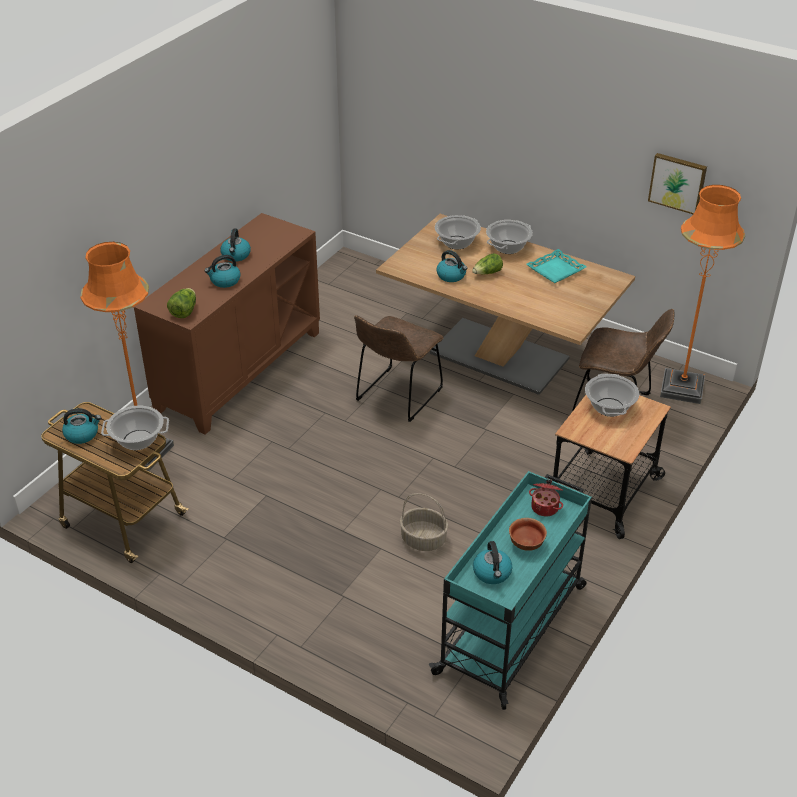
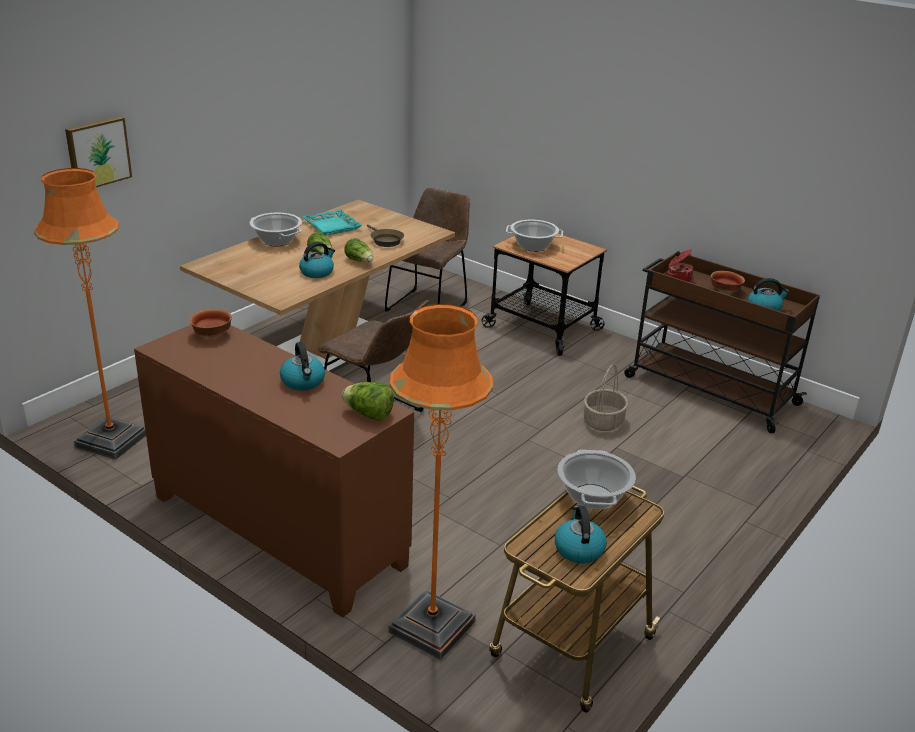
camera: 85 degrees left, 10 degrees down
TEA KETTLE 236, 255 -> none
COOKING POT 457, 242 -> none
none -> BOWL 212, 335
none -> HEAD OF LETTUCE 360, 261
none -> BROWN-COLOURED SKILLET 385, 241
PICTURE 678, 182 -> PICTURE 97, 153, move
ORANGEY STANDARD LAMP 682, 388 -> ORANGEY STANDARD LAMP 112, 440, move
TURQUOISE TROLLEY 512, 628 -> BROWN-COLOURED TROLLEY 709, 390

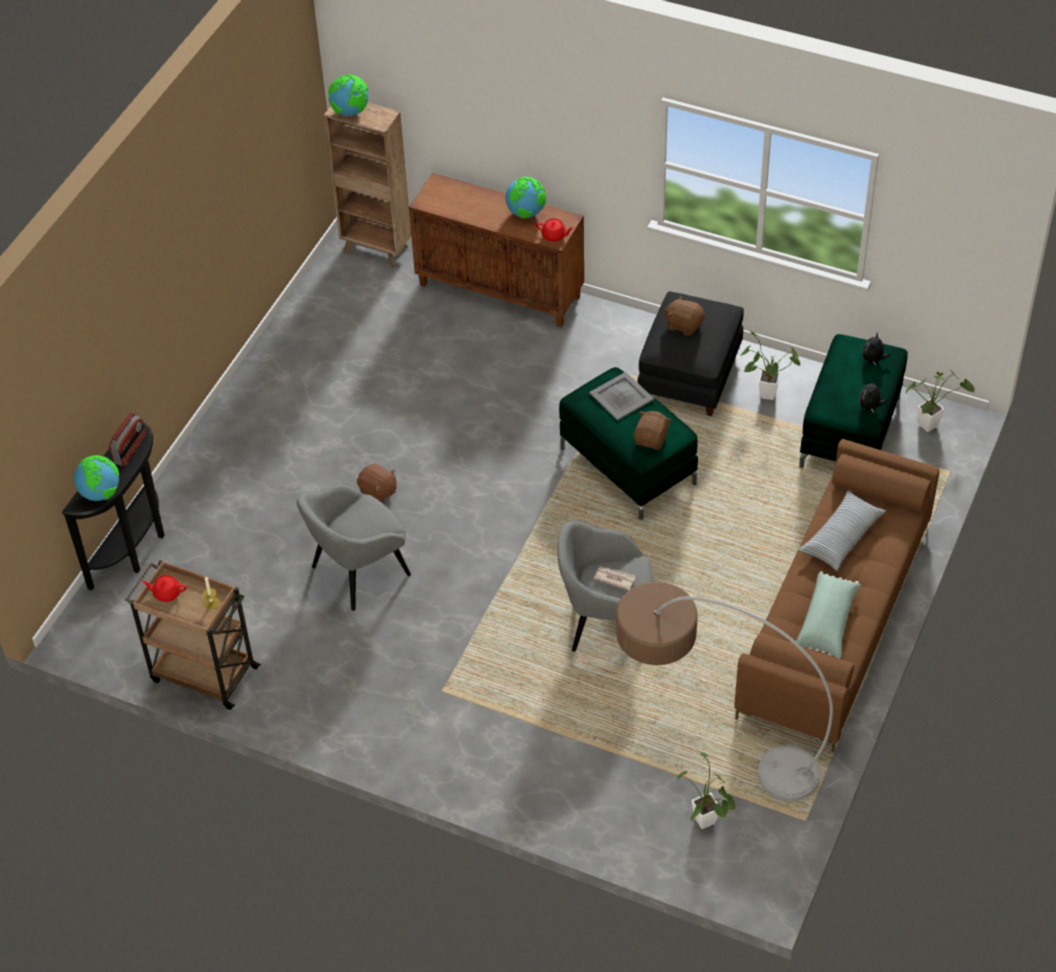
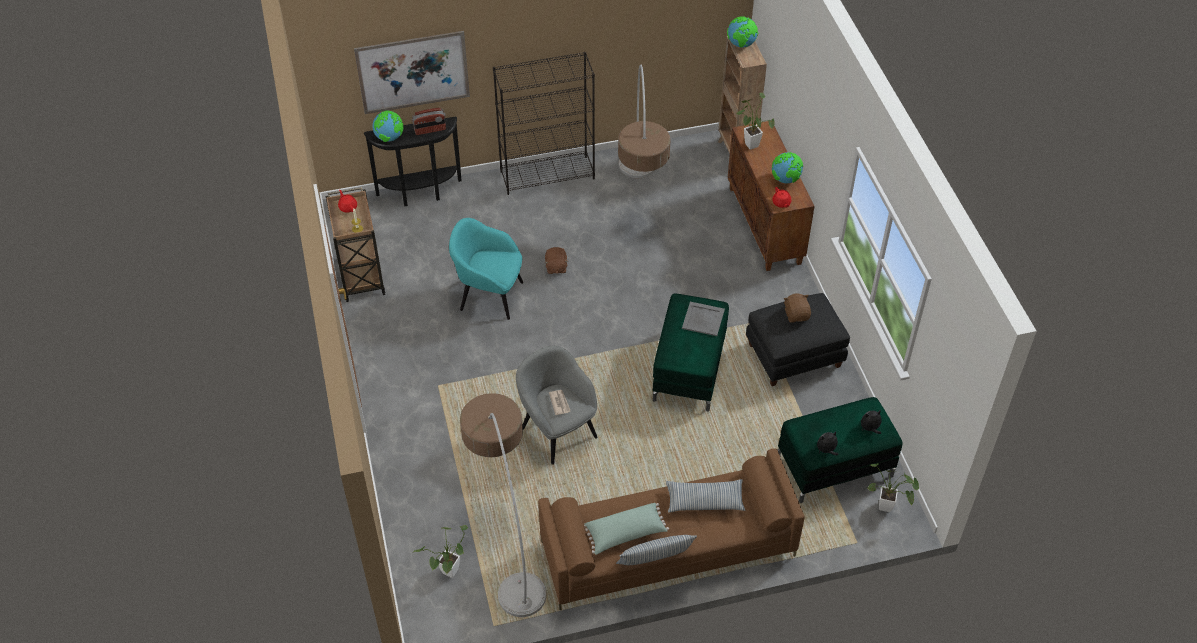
camera: 50 degrees right, 0 degrees up
BROWN-COLOURED SOFT TOY 651, 439 -> none
none -> PICTURE 413, 72
none -> BLACK-COLOURED BOOKCASE 548, 175
none -> PILLOW 655, 559
none -> STANDARD LAMP 639, 202
HOUSEPLANT 763, 394 -> HOUSEPLANT 750, 143, move
GREYISH LOUNGE CHAIR 358, 572 -> TURQUOISE LOUNGE CHAIR 489, 295

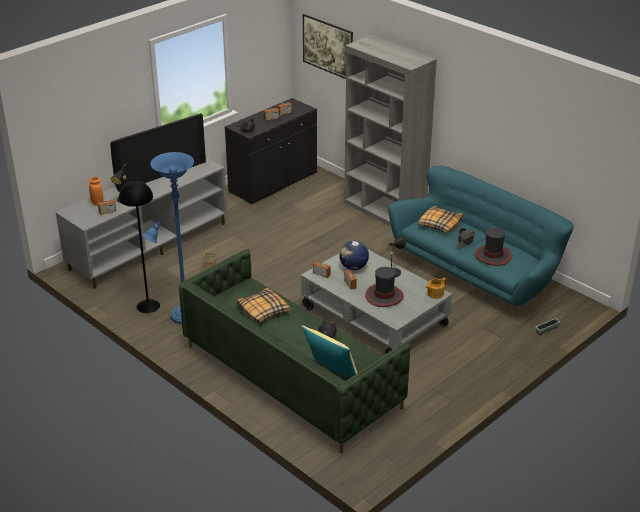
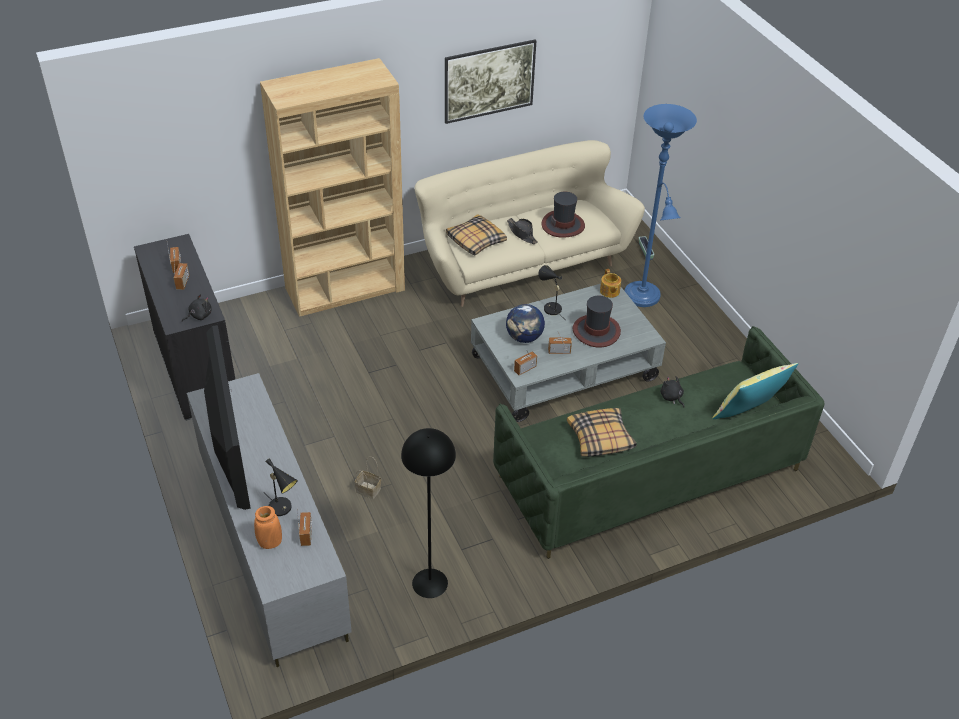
camera: 70 degrees left, 10 degrees up
BLUE STANDARD LAMP 181, 317 -> BLUE STANDARD LAMP 643, 298, move
PICTURE 327, 58 -> PICTURE 489, 97, move
GREYISH BOOKCASE 384, 211 -> BROWN-COLOURED BOOKCASE 345, 289
TURQUOISE SOFA 476, 273 -> BEIGE SOFA 521, 262

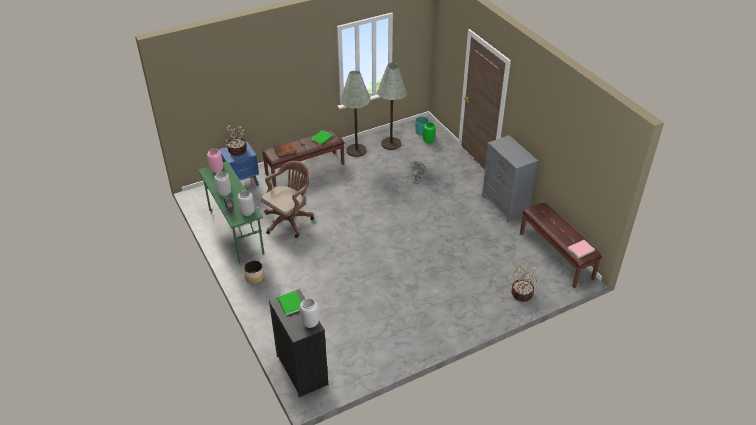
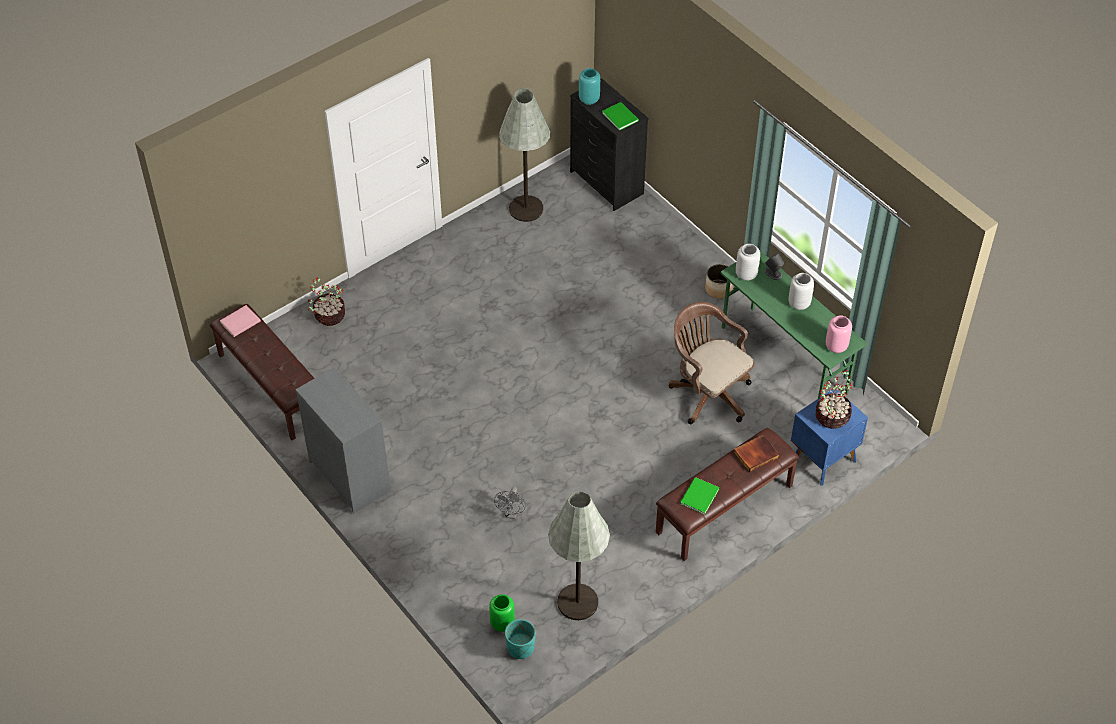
camera: 170 degrees right, 10 degrees up
GREYISH STANDARD LAMP 356, 150 -> GREYISH STANDARD LAMP 526, 209, move
GREYISH DECORATIVE VASE 310, 323 -> TURQUOISE DECORATIVE VASE 588, 99
BROWN-COLOURED DESK CHAIR 289, 220 -> BROWN-COLOURED DESK CHAIR 707, 393, 105 degrees clockwise

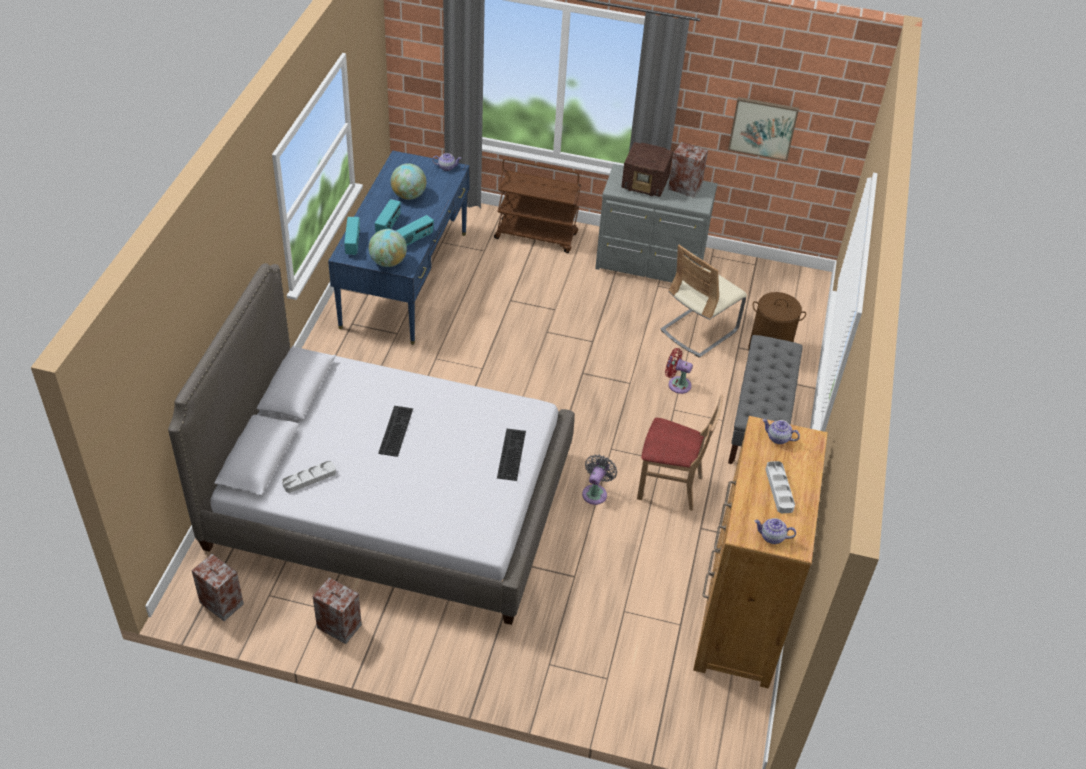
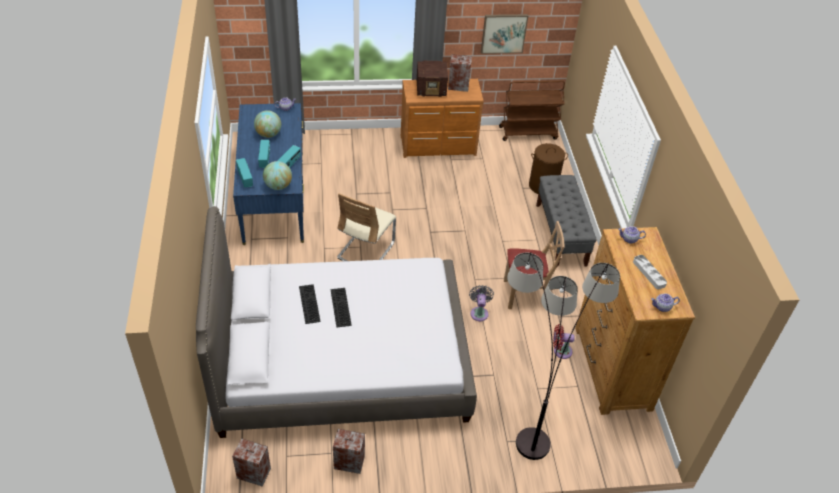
camera: 20 degrees left, 0 degrees up
GREYISH CARRYING TRAY 309, 478 -> none
none -> STANDARD LAMP 534, 409
BROWN-COLOURED TROLLEY 537, 236 -> BROWN-COLOURED TROLLEY 528, 133, move
KEYBOARD 510, 453 -> KEYBOARD 308, 303, move
BEIGE PLAIN CHAIR 699, 330 -> BEIGE PLAIN CHAIR 366, 250, move
RED FAN 677, 384 -> RED FAN 560, 351, move
GREYISH DRAWER CHEST 650, 265 -> BROWN-COLOURED DRAWER CHEST 439, 146

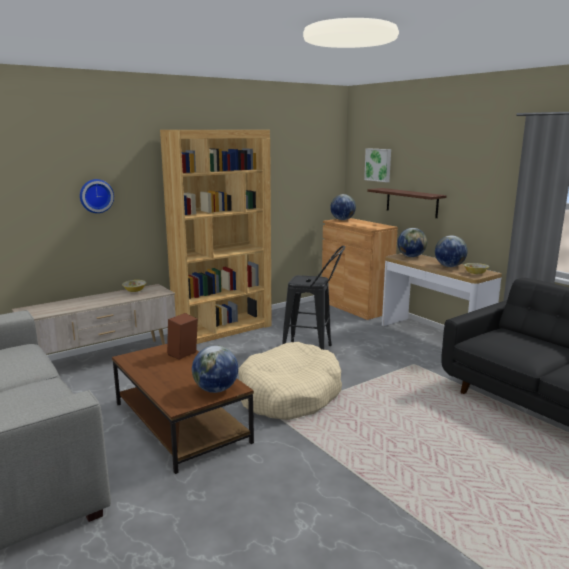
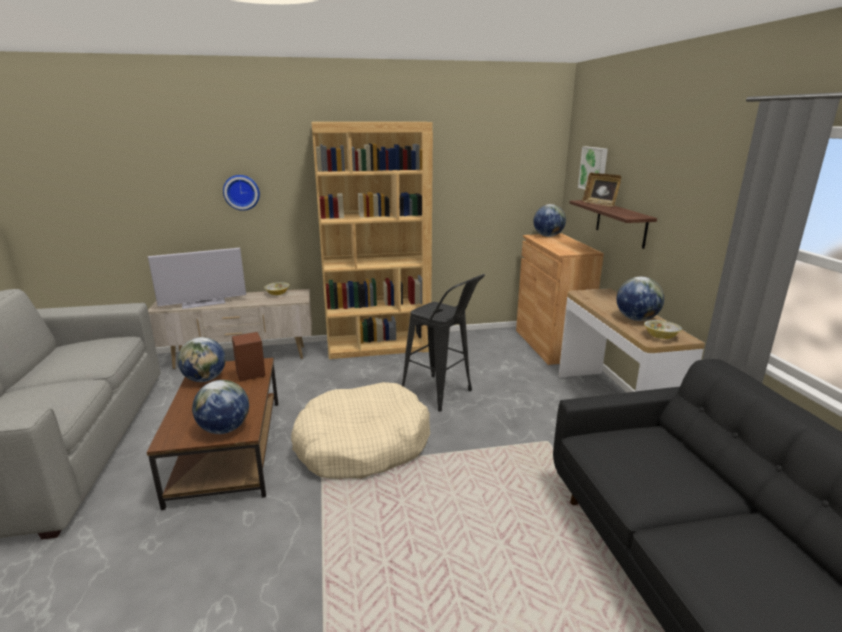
camera: 25 degrees right, 5 degrees up
none -> TELEVISION 203, 303
none -> PICTURE FRAME 600, 204
GLOBE 411, 256 -> GLOBE 205, 379, move

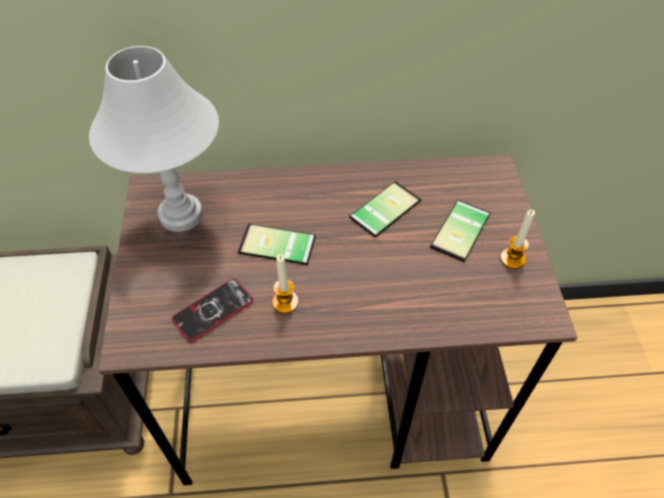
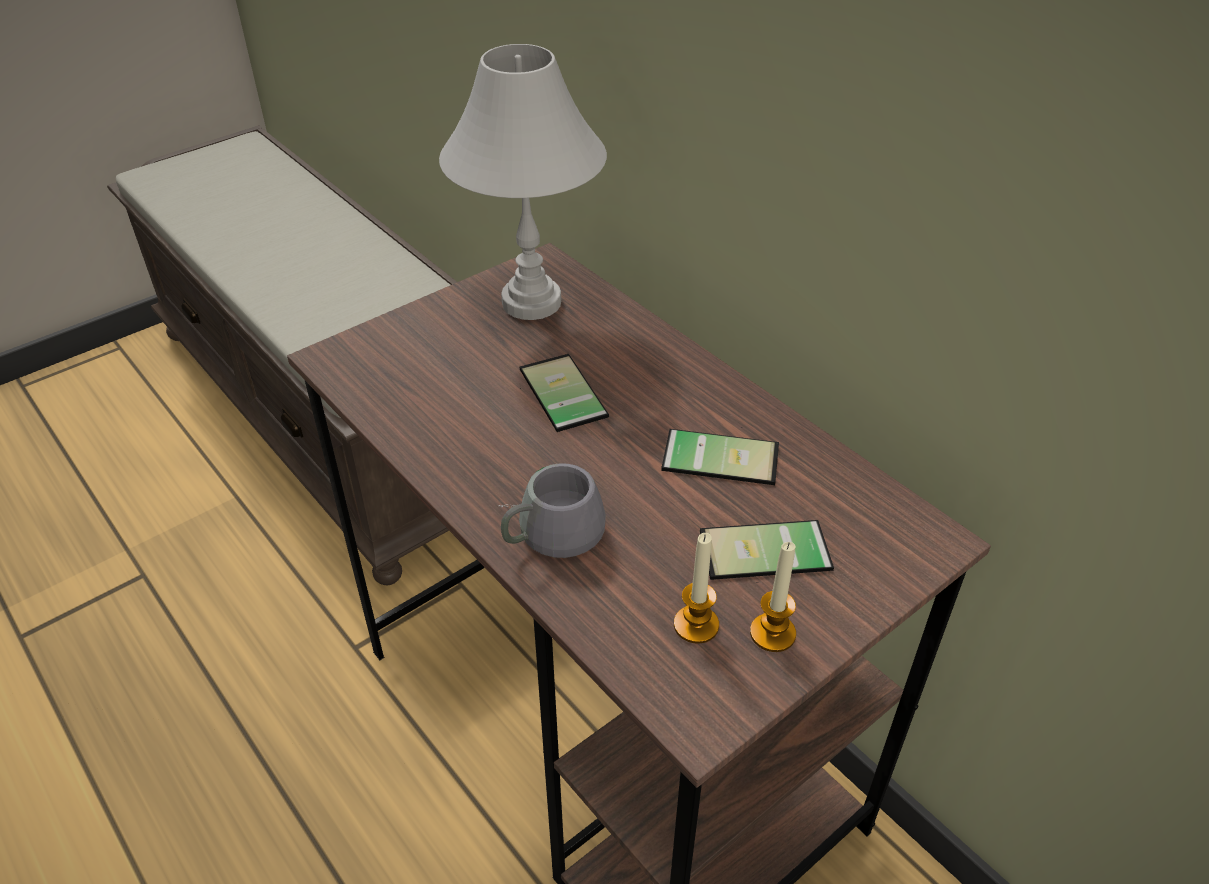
camera: 55 degrees right, 10 degrees down
HANDSET 213, 310 -> none
none -> GREYISH TEA MUG 547, 528
WAX CANDLE 285, 302 -> WAX CANDLE 696, 625, move

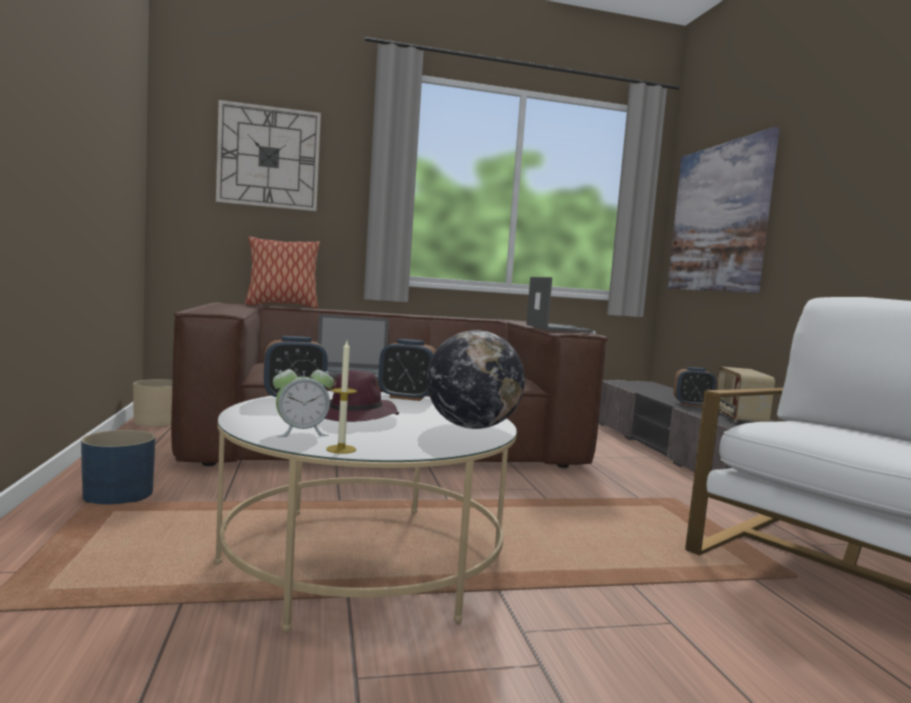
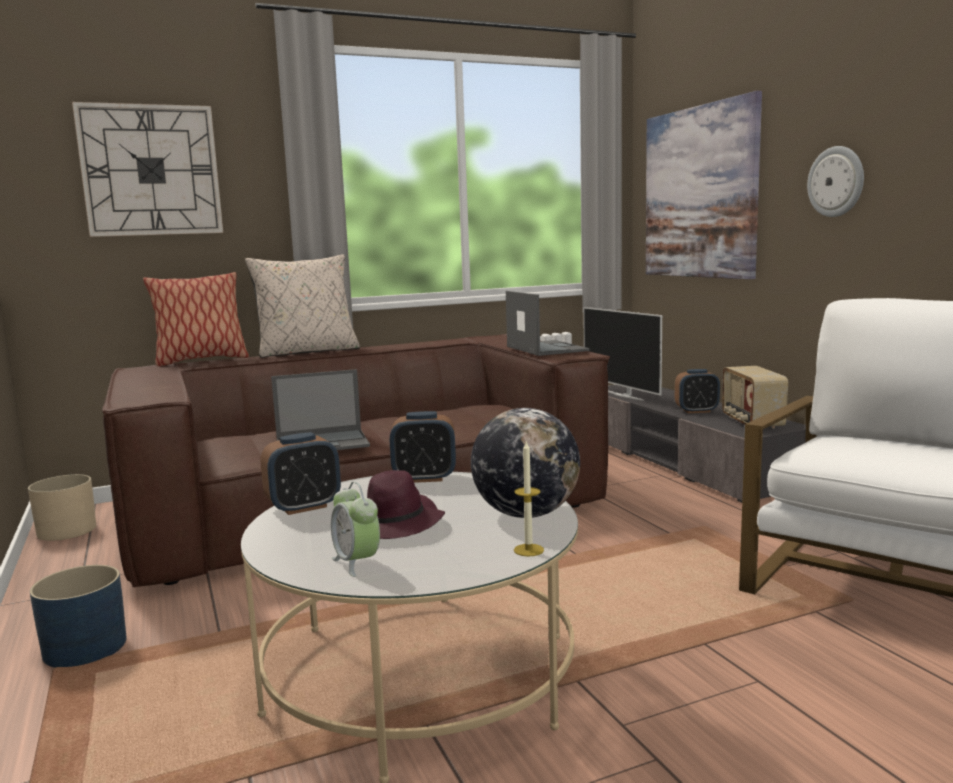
camera: 10 degrees left, 5 degrees up
none -> BEIGE PILLOW 308, 352
none -> TELEVISION 624, 395
none -> HANGING CLOCK 836, 181
WAX CANDLE 341, 449 -> WAX CANDLE 528, 550, move
TABLE CLOCK 301, 433 -> TABLE CLOCK 357, 563, 90 degrees clockwise

